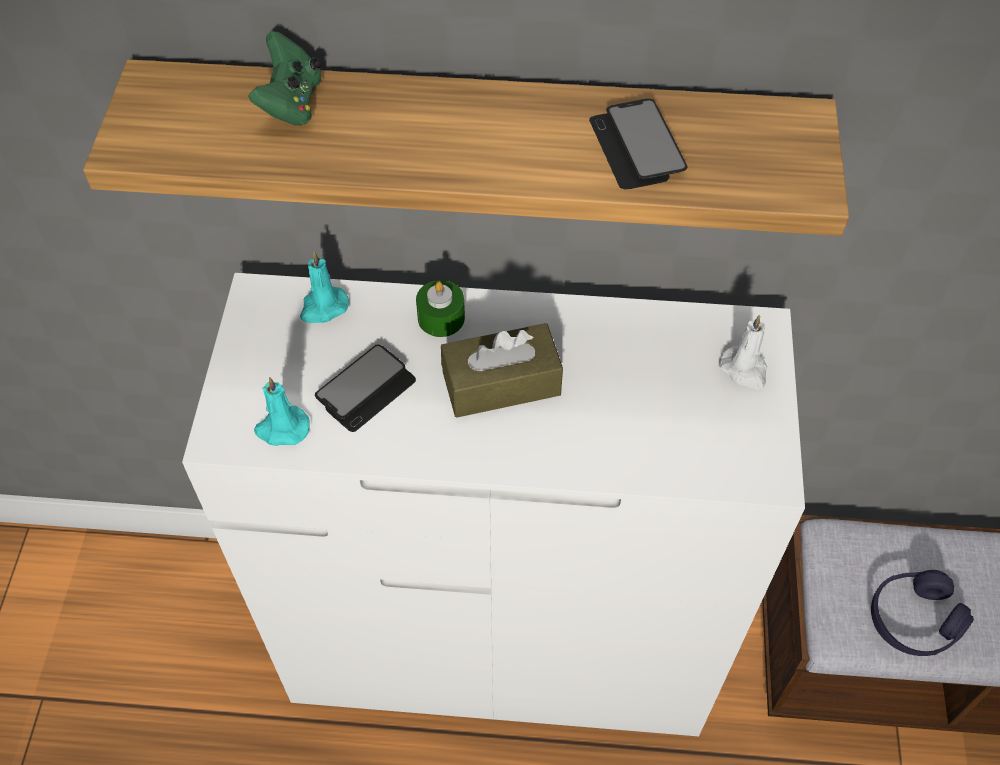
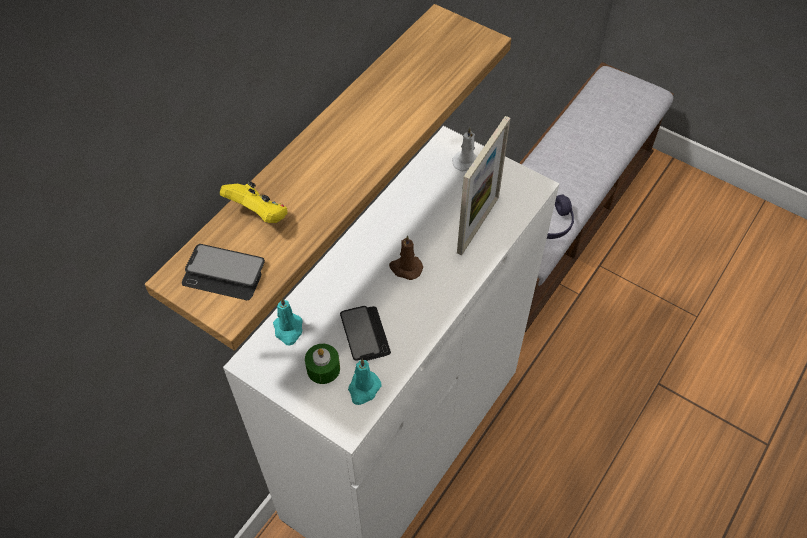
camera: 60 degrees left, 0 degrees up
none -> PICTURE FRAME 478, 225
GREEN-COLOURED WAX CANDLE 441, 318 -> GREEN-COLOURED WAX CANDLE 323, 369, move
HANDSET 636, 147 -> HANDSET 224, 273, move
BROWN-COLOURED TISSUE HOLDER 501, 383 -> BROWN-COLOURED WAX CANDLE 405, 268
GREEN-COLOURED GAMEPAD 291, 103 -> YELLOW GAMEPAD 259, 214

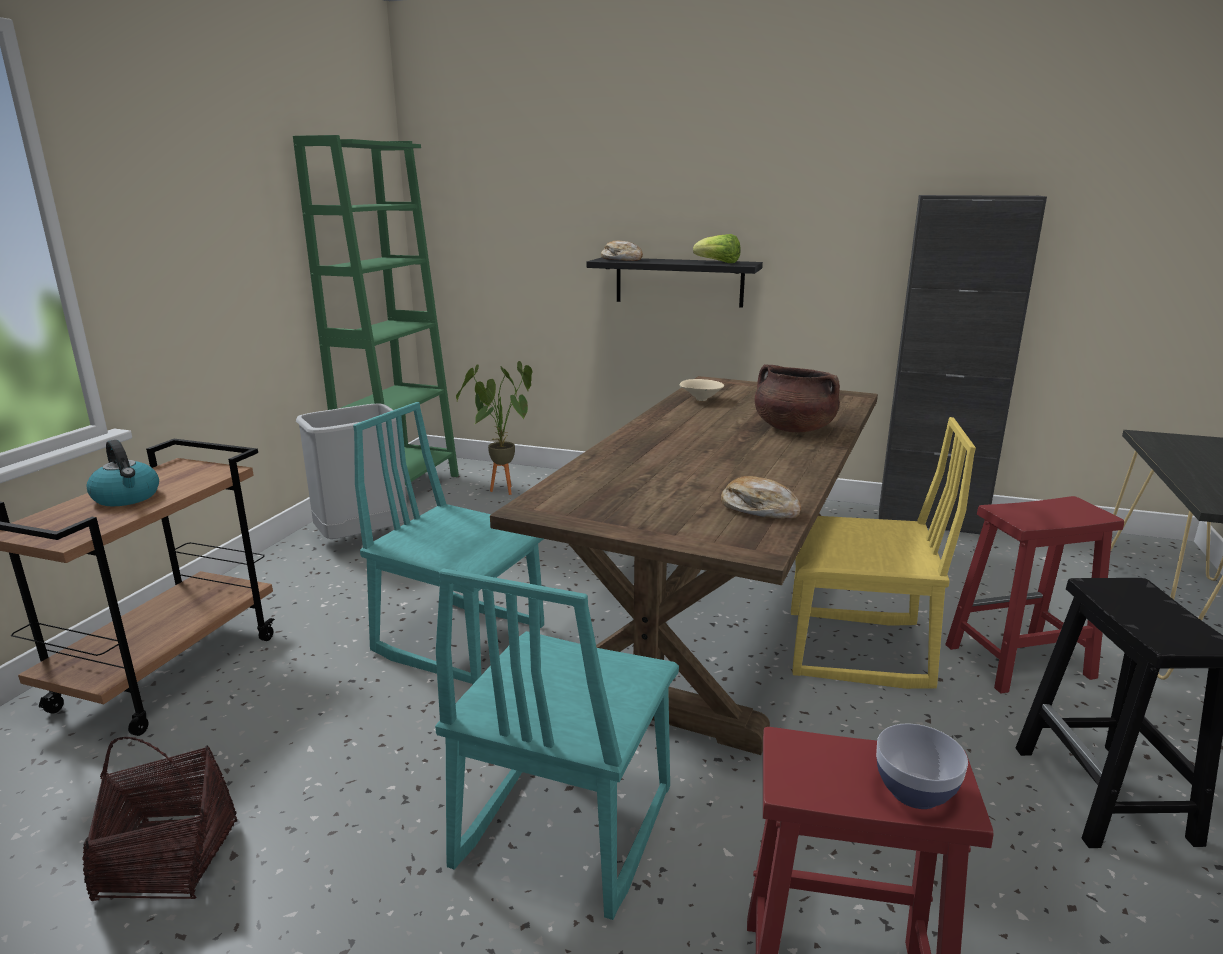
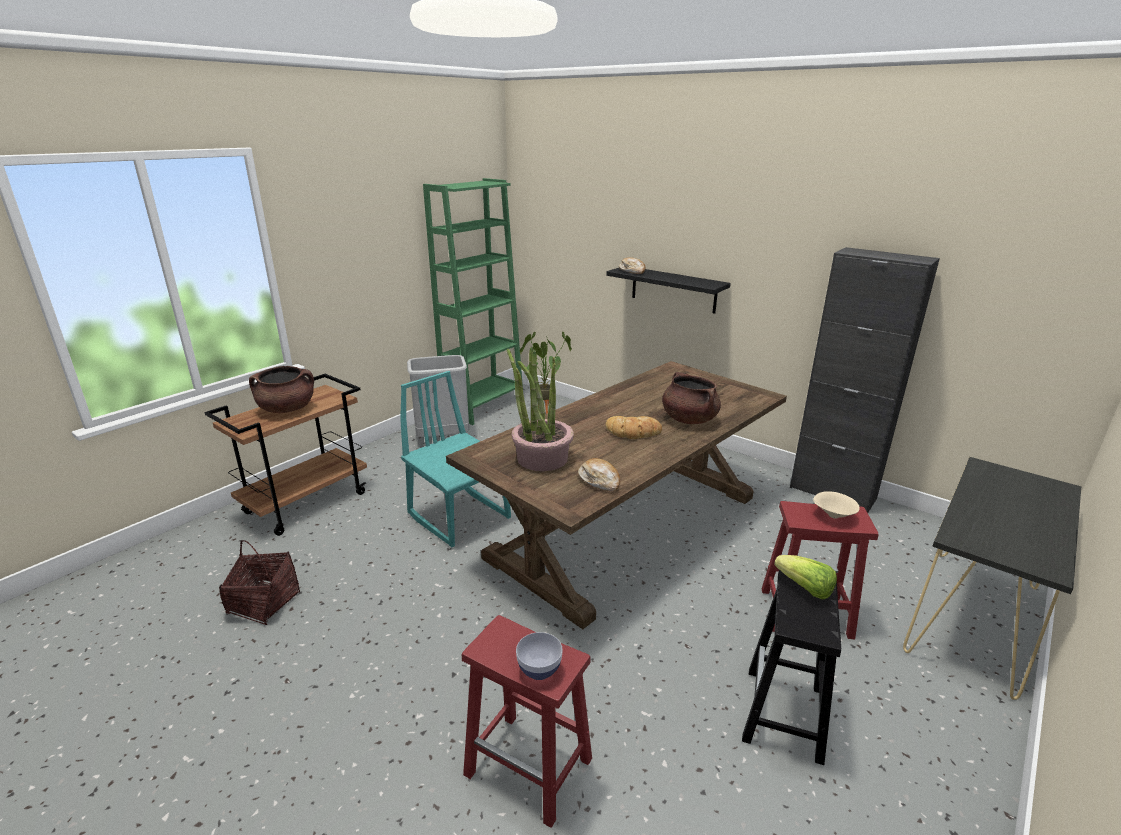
camera: 20 degrees right, 5 degrees up
TURQUOISE PLAIN CHAIR 563, 827 -> none
YELLOW PLAIN CHAIR 857, 650 -> none
none -> HOUSEPLANT 541, 458
none -> BAKERY BREAD 633, 432
BEIGE BOWL 700, 400 -> BEIGE BOWL 832, 515, move
HEAD OF LETTUCE 718, 263 -> HEAD OF LETTUCE 804, 588, move
TEA KETTLE 127, 497 -> BROWN-COLOURED COOKING POT 287, 409

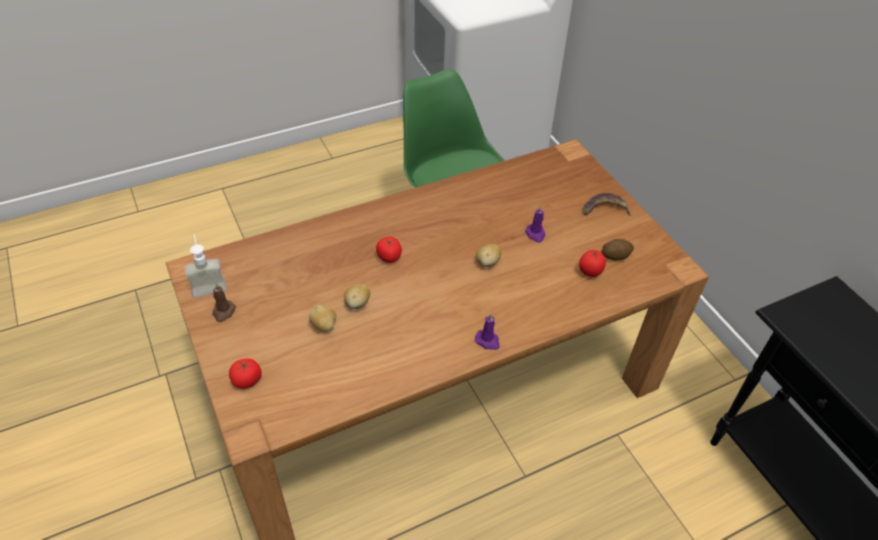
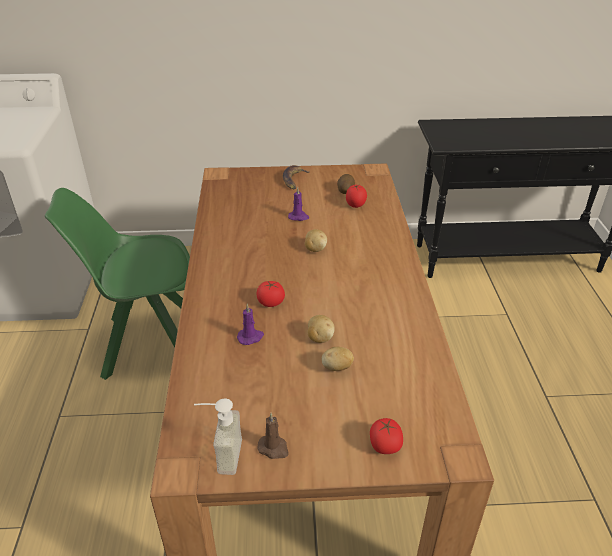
camera: 65 degrees left, 10 degrees down
PURPLE-COLOURED WAX CANDLE 488, 341 -> PURPLE-COLOURED WAX CANDLE 250, 337, move

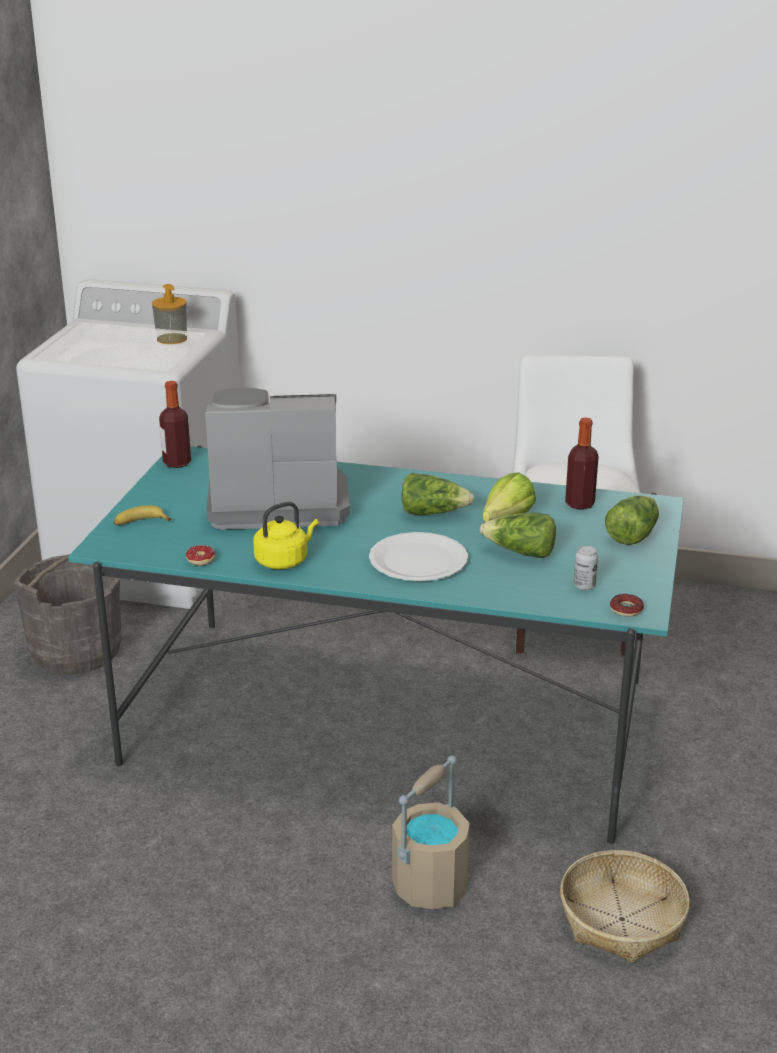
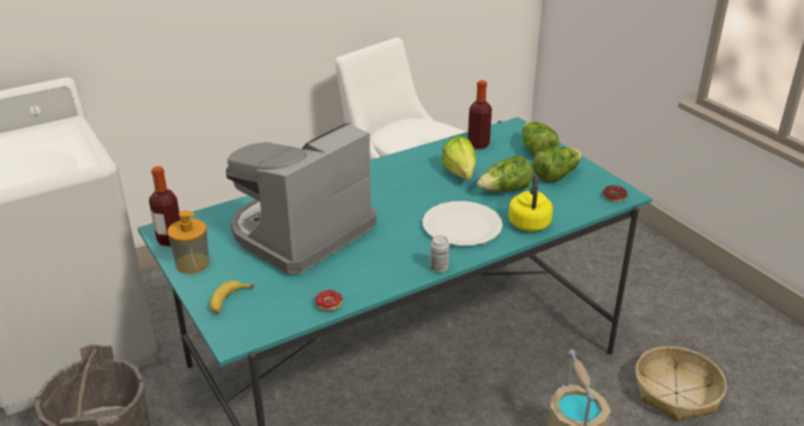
camera: 45 degrees left, 5 degrees up
SOAP BOTTLE 172, 339 -> SOAP BOTTLE 192, 263, move
YELLOW TEA KETTLE 284, 561 -> YELLOW TEA KETTLE 529, 222, move
HEAD OF LETTUCE 433, 513 -> HEAD OF LETTUCE 555, 175, move
SEALED CAN 584, 586 -> SEALED CAN 439, 268, move

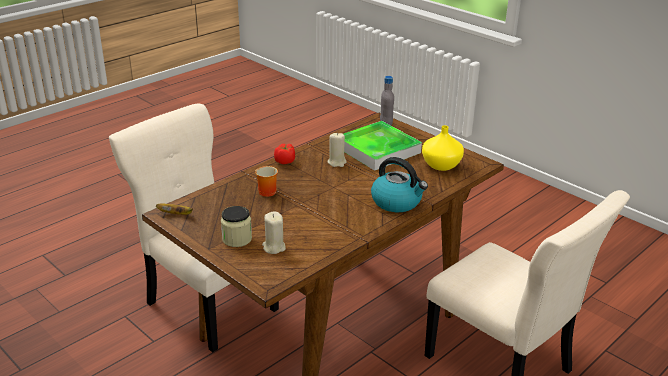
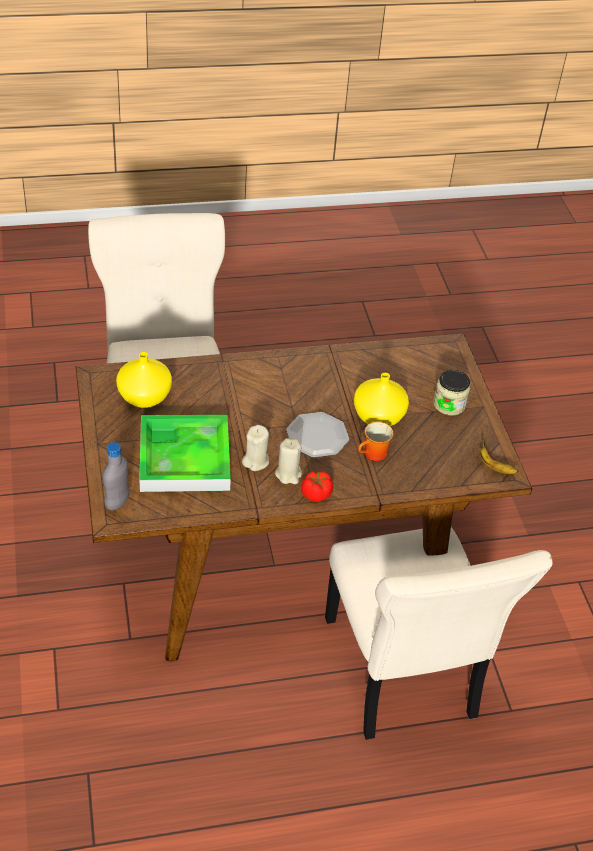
camera: 150 degrees left, 15 degrees up
TEA KETTLE 397, 202 -> none
none -> PLATE 316, 437
none -> YELLOW DECORATIVE VASE 379, 416
BEIGE WAX CANDLE 273, 247 -> BEIGE WAX CANDLE 288, 474, move

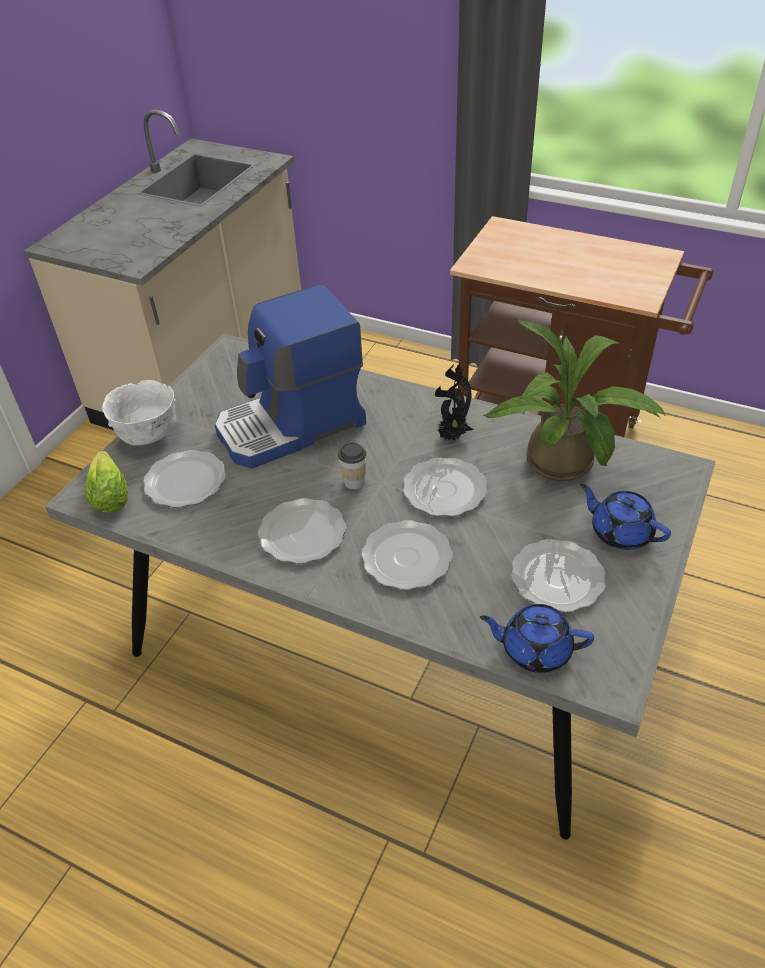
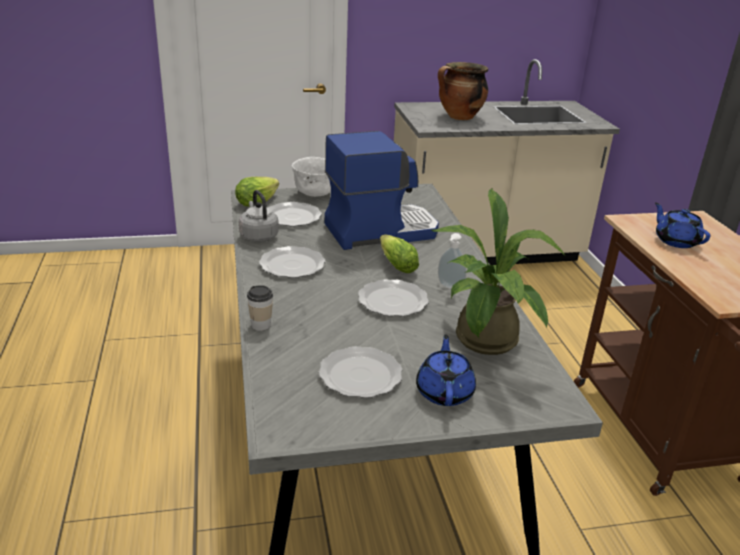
camera: 50 degrees right, 15 degrees down
PLATE 408, 557 -> none
none -> GREYISH TEA KETTLE 258, 236
none -> HEAD OF LETTUCE 395, 264
none -> COOKING POT 459, 117
SMALL CUP 354, 482 -> SMALL CUP 261, 325, move
BLUE TEAPOT 534, 649 -> BLUE TEAPOT 676, 241, move
HOUSEPLANT 452, 437 -> SOAP BOTTLE 449, 287
COFFEE BREWER 292, 426 -> COFFEE BREWER 380, 230, 135 degrees clockwise

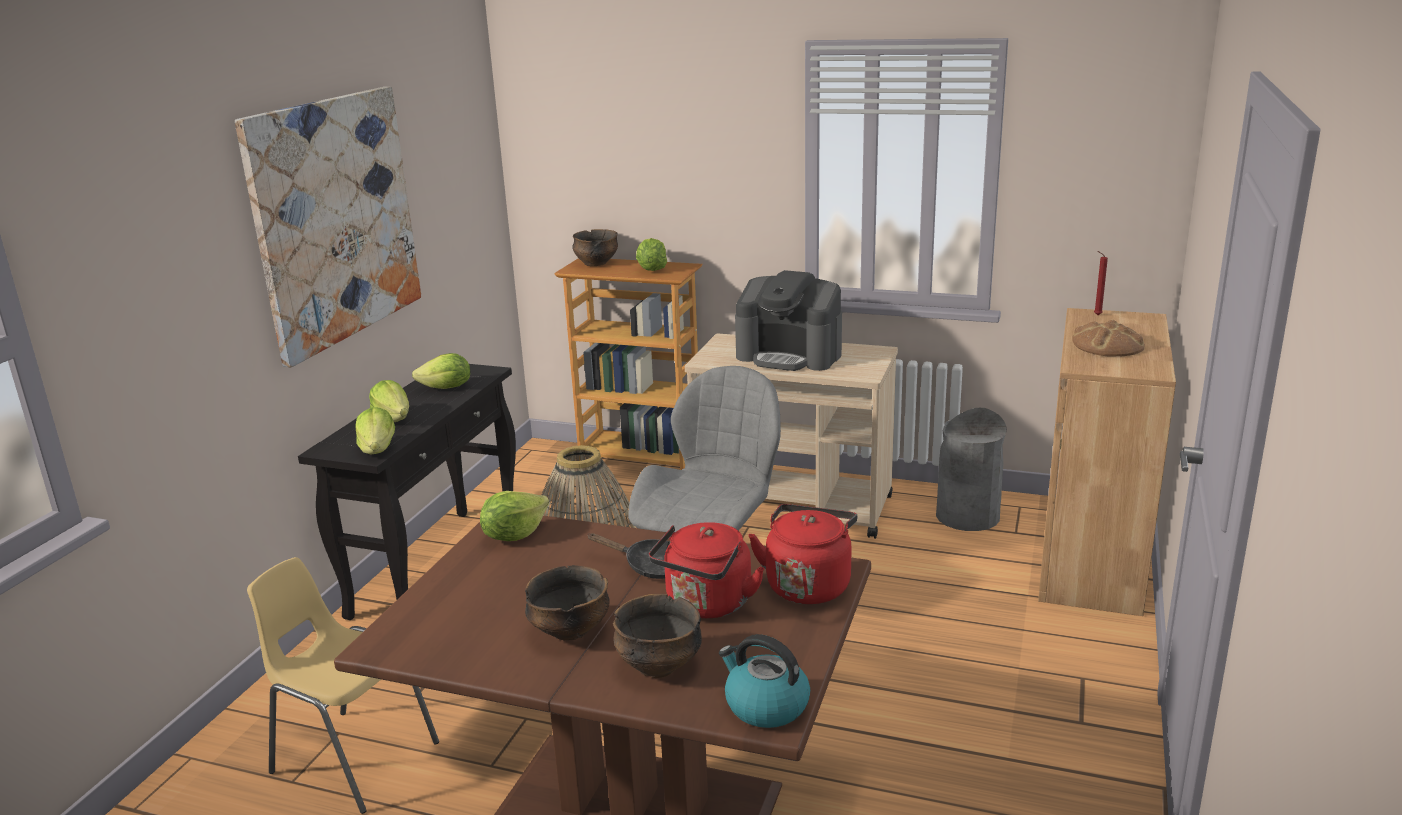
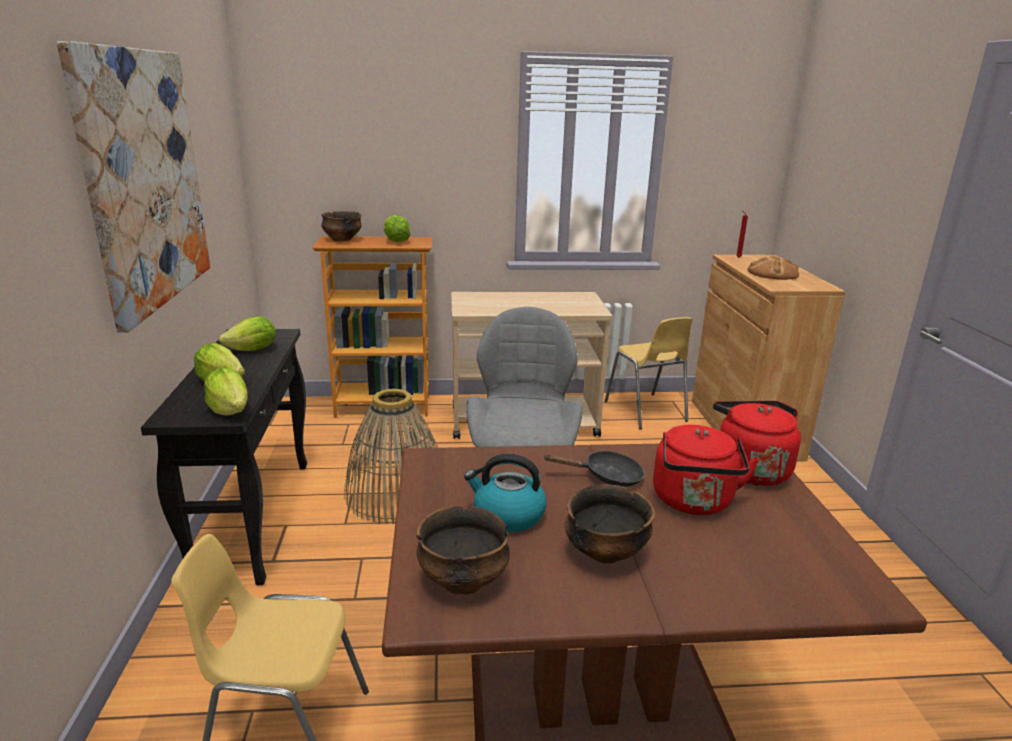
camera: 25 degrees left, 0 degrees up
HEAD OF LETTUCE 514, 535 -> none
COFFEE BREWER 790, 355 -> none
BOWL 658, 665 -> BOWL 463, 580, move
TEA KETTLE 765, 706 -> TEA KETTLE 507, 515, move
GREYISH RUBBISH BIN 967, 516 -> YELLOW PLAIN CHAIR 646, 411

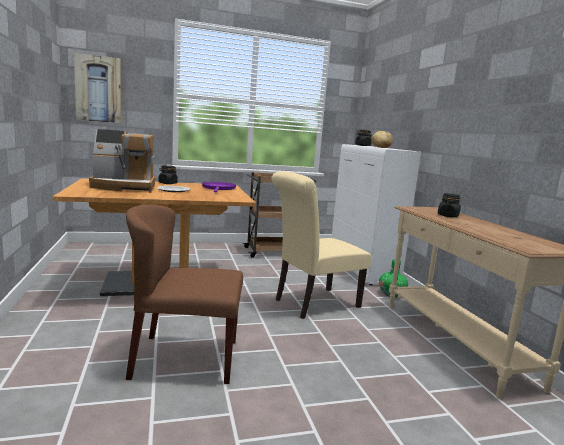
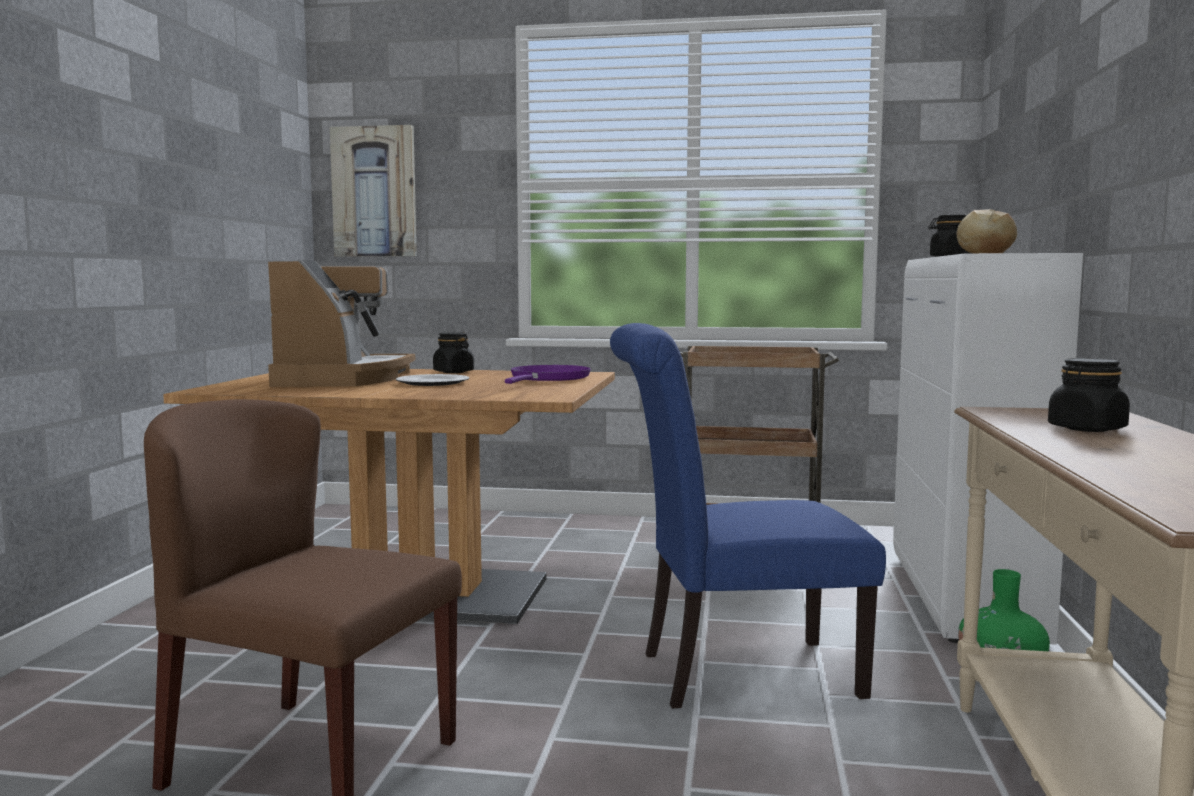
camera: 25 degrees right, 5 degrees down
BEIGE PLAIN CHAIR 312, 303 -> BLUE PLAIN CHAIR 735, 674
COFFEE BREWER 124, 187 -> COFFEE BREWER 343, 379, 105 degrees counterclockwise

